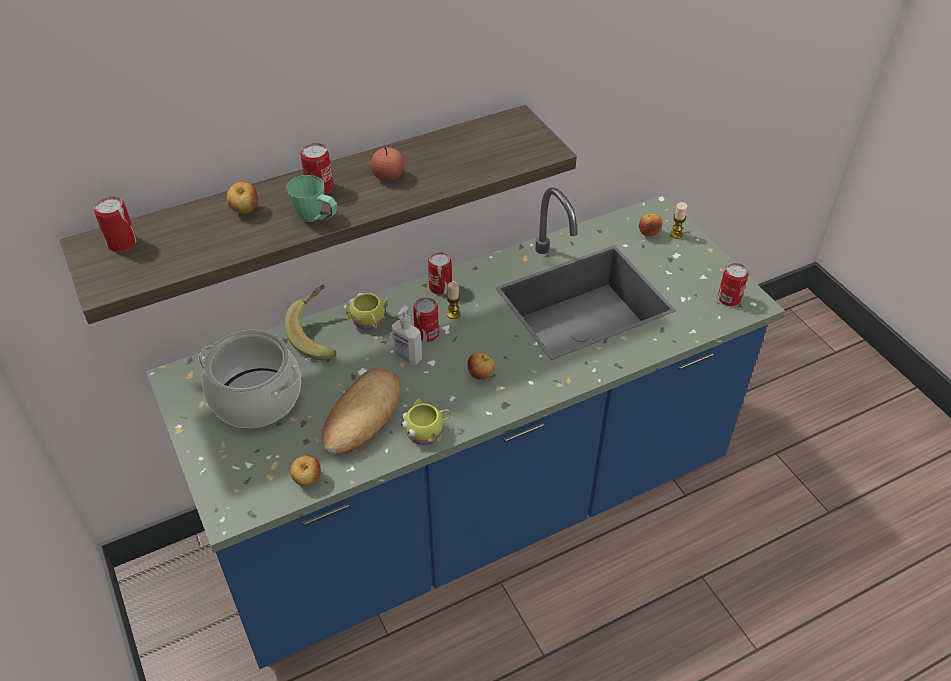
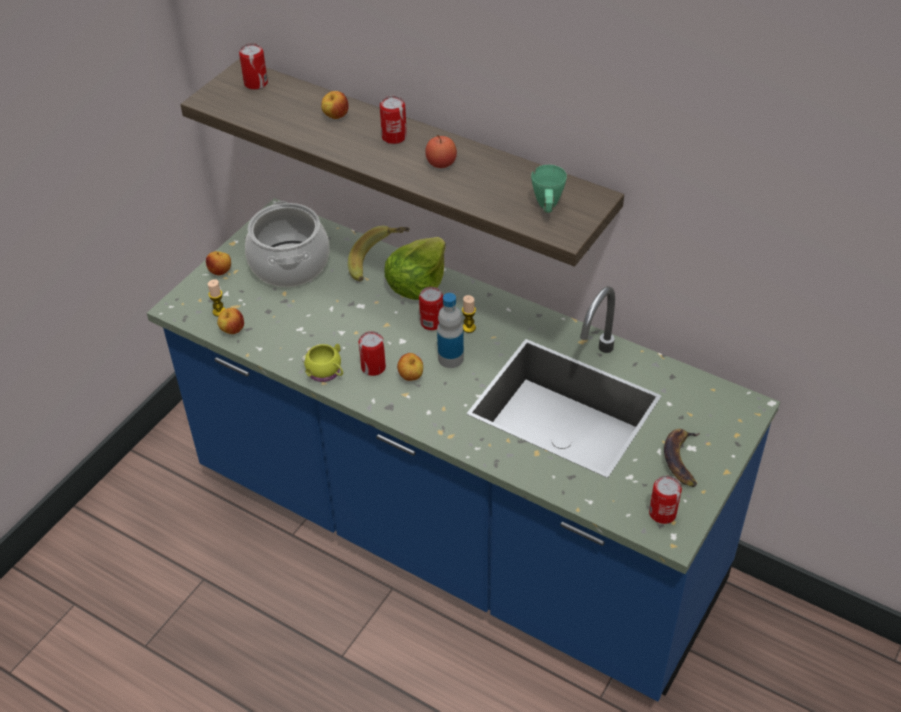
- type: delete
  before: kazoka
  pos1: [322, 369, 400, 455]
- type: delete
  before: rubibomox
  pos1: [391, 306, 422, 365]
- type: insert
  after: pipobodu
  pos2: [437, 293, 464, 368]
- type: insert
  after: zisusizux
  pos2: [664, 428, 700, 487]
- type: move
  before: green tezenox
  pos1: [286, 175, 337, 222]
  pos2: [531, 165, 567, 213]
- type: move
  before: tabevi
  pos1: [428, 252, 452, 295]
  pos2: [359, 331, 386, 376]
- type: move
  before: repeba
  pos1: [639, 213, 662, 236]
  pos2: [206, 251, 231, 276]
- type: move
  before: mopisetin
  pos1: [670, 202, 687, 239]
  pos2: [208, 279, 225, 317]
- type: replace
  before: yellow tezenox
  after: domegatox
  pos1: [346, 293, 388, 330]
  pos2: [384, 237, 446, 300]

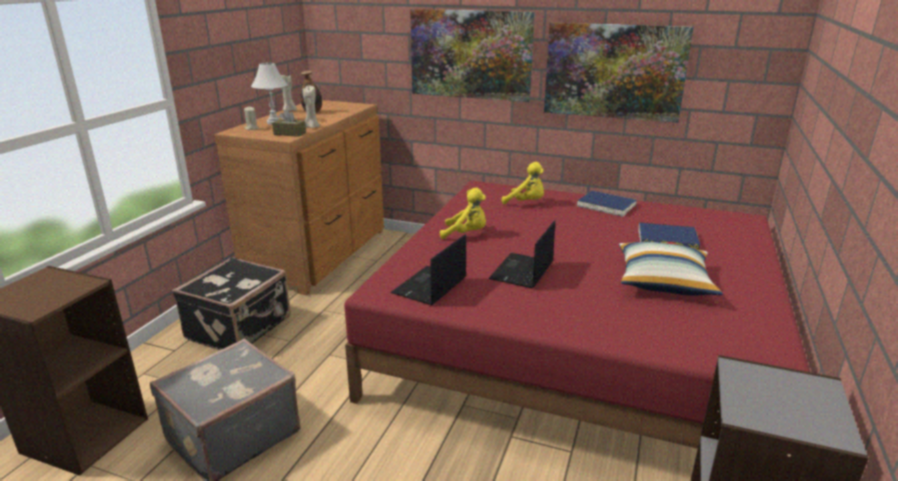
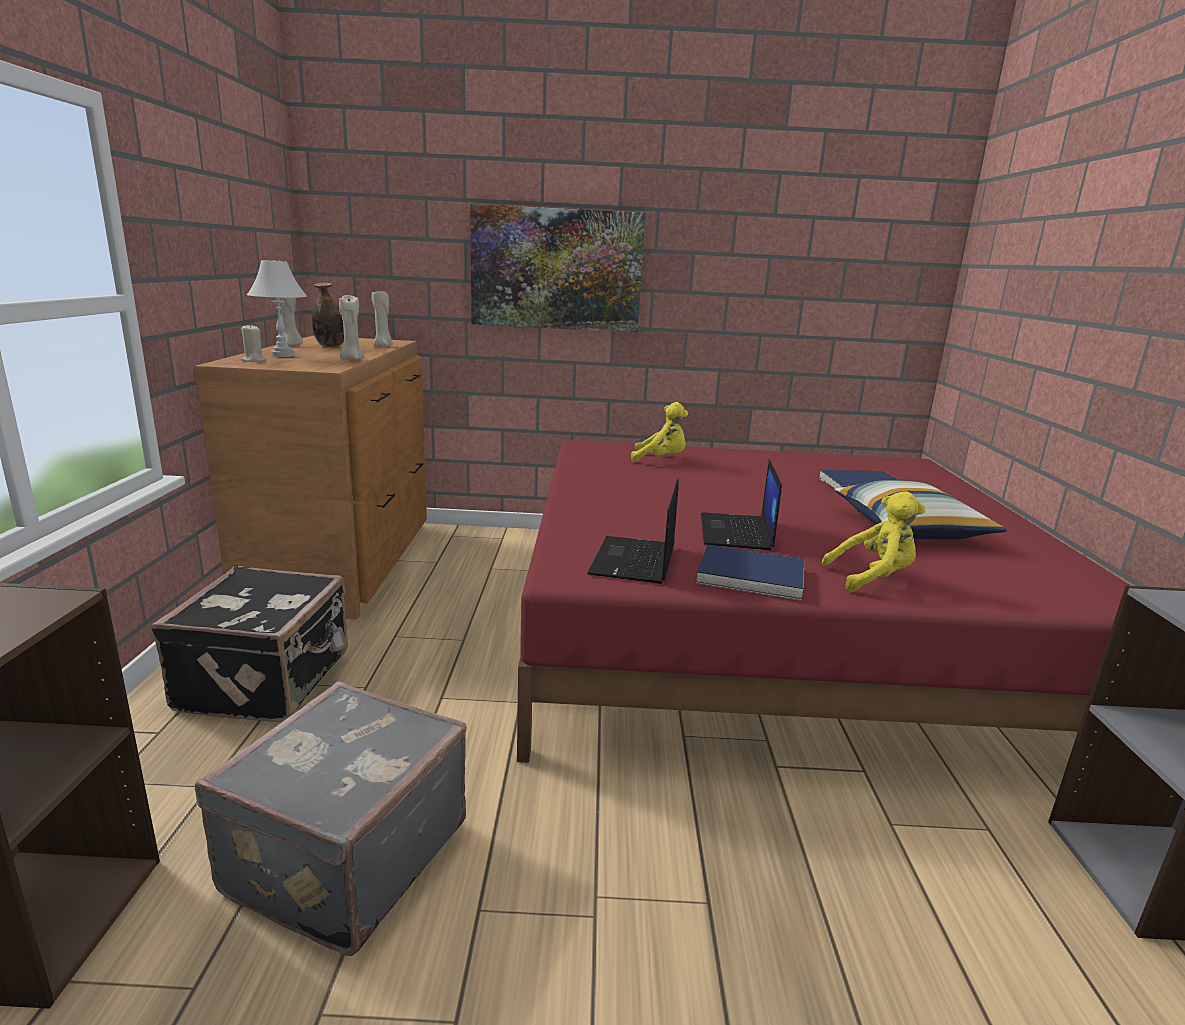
- type: delete
  before: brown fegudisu
  pos1: [272, 110, 306, 137]
- type: delete
  before: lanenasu
  pos1: [544, 22, 694, 123]
- type: insert
  after: beige mopisetin
  pos2: [372, 291, 393, 347]
- type: move
  before: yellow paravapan
  pos1: [440, 188, 486, 239]
  pos2: [822, 491, 926, 592]
- type: move
  before: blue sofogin
  pos1: [577, 191, 637, 217]
  pos2: [696, 545, 804, 601]

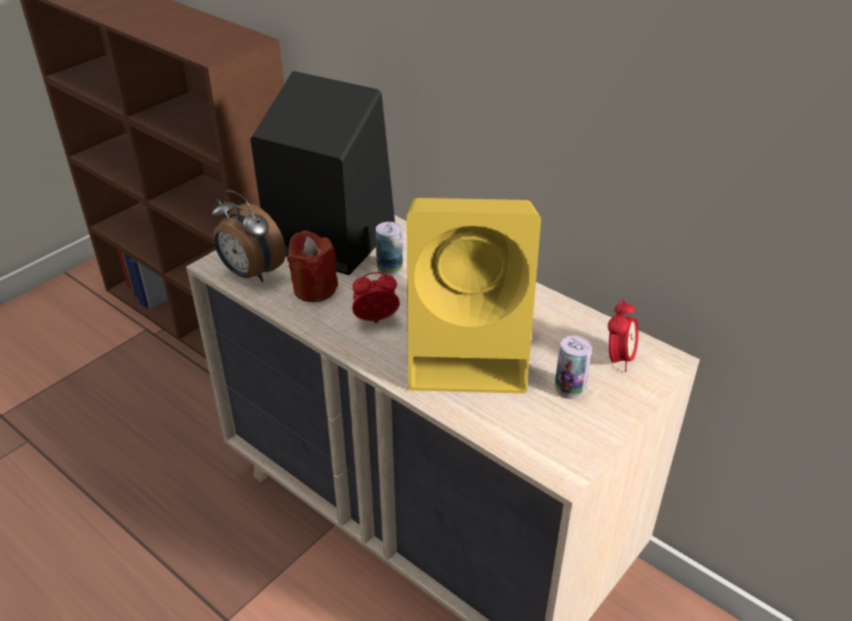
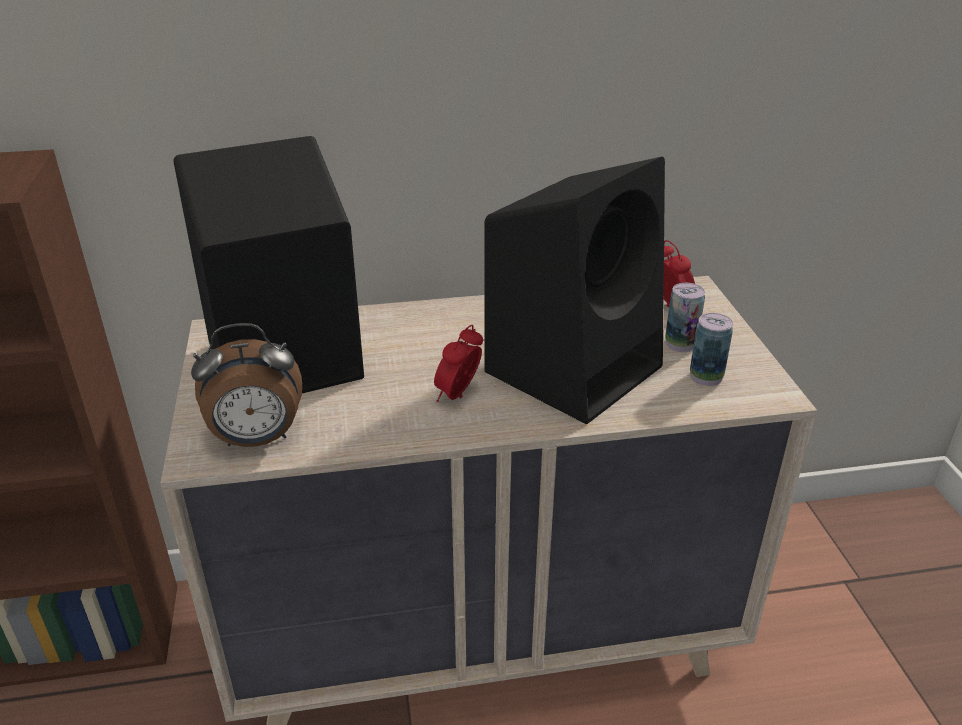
- type: delete
  before: red mopisetin
  pos1: [287, 230, 338, 302]
- type: move
  before: tabevi
  pos1: [375, 222, 403, 277]
  pos2: [690, 313, 733, 386]
- type: recolor
  before: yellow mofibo
  after: black mofibo
  pos1: [407, 198, 541, 393]
  pos2: [484, 157, 665, 424]

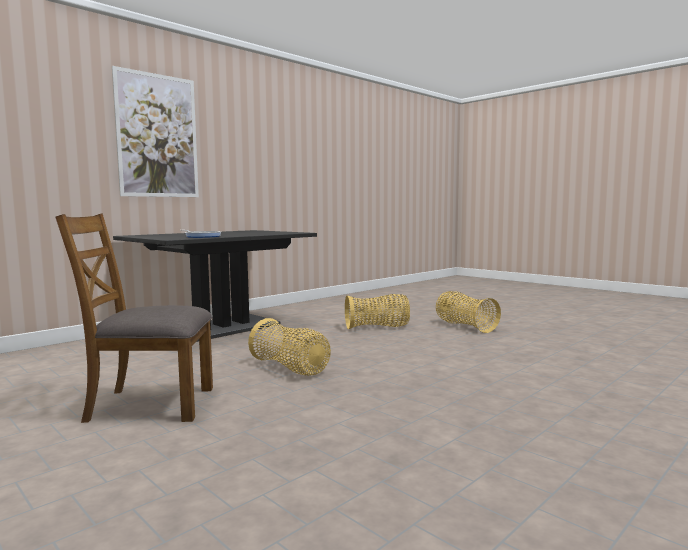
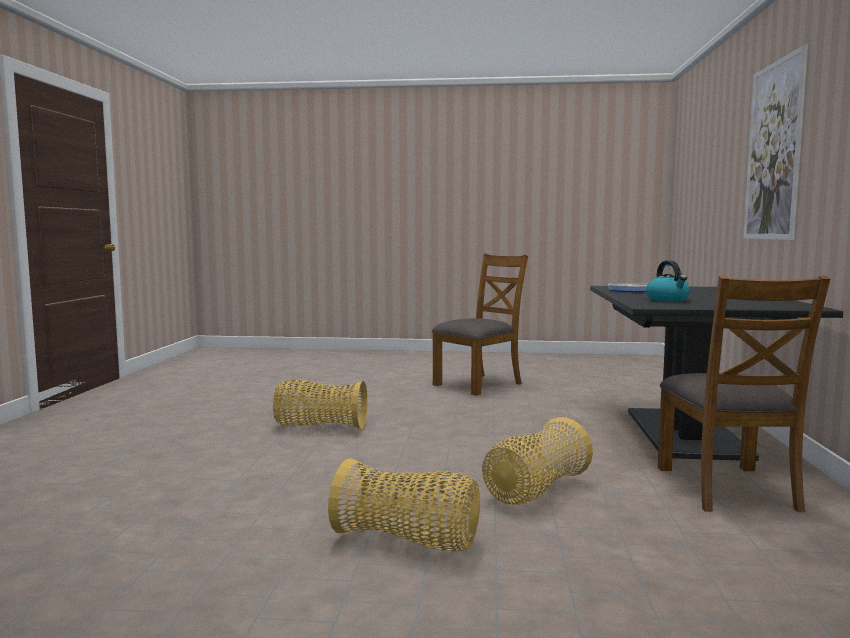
- type: insert
  after: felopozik
  pos2: [646, 260, 690, 301]
- type: insert
  after: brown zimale
  pos2: [658, 276, 830, 512]
- type: move
  before: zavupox
  pos1: [248, 318, 331, 376]
  pos2: [273, 379, 367, 429]

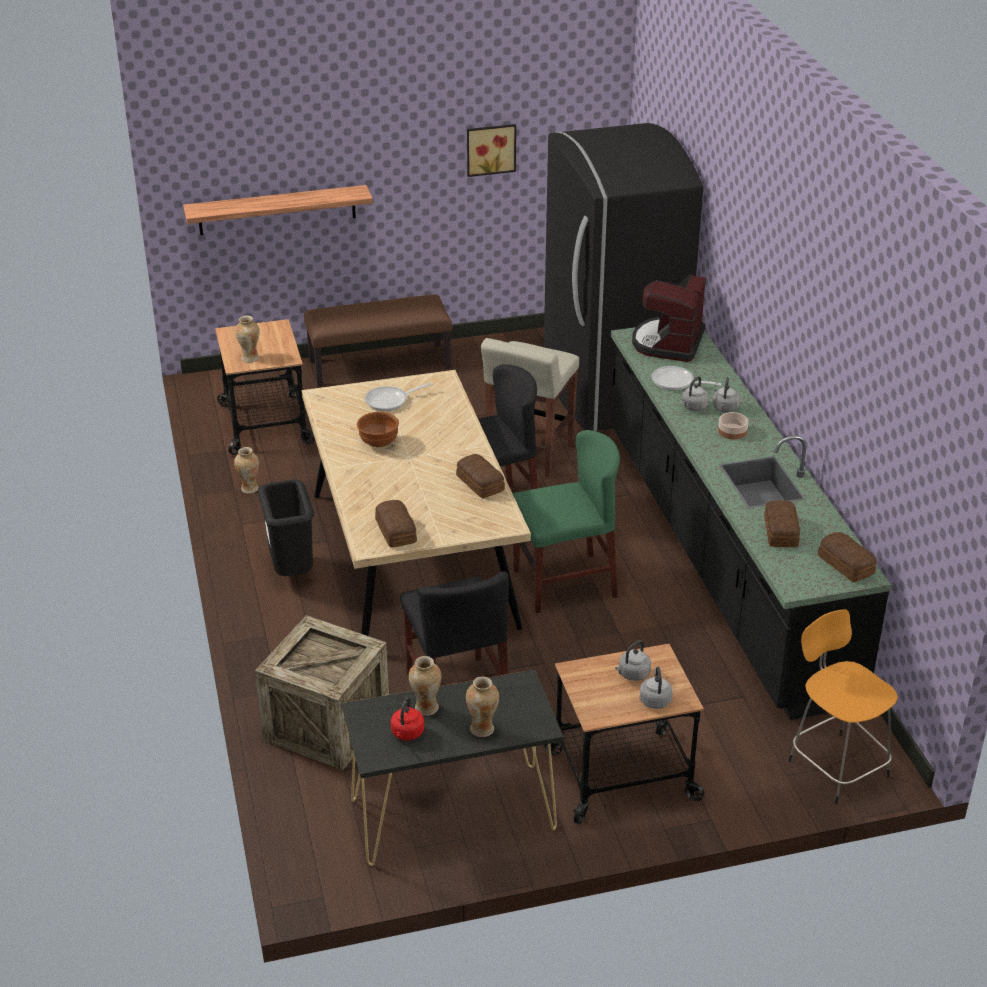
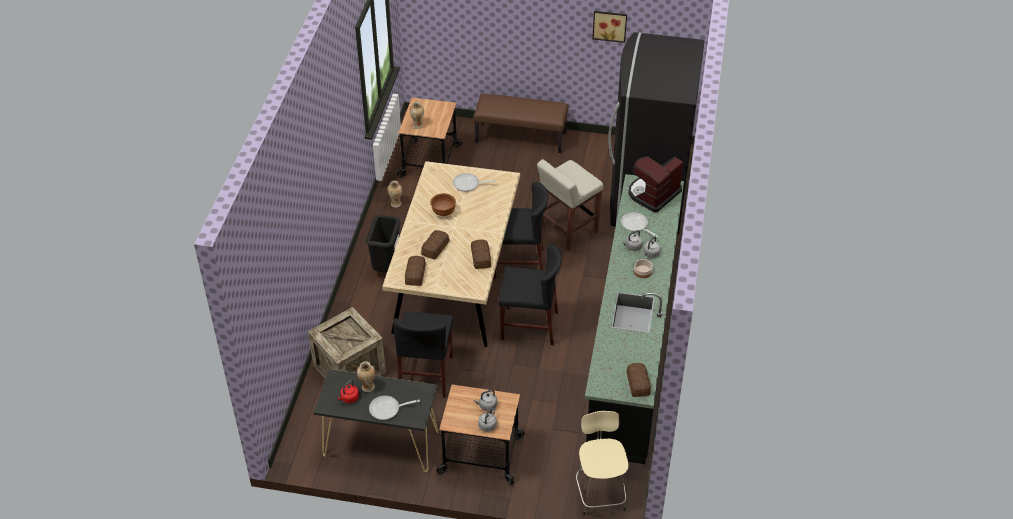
- type: delete
  before: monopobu
  pos1: [183, 185, 373, 235]
- type: move
  before: kazoka
  pos1: [764, 500, 800, 547]
  pos2: [421, 230, 449, 260]
- type: replace
  before: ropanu
  after: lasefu
  pos1: [466, 676, 499, 737]
  pos2: [369, 396, 420, 420]
- type: recolor
  before: green zimale
  after: black zimale
  pos1: [512, 430, 620, 613]
  pos2: [498, 245, 562, 345]
- type: recolor
  before: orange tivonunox
  after: beige tivonunox
  pos1: [788, 610, 898, 804]
  pos2: [576, 411, 629, 516]

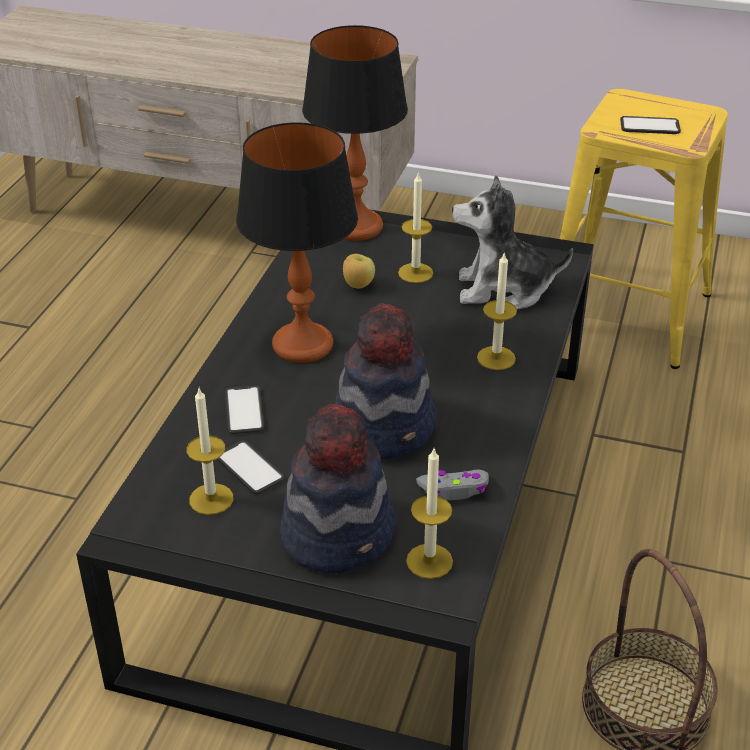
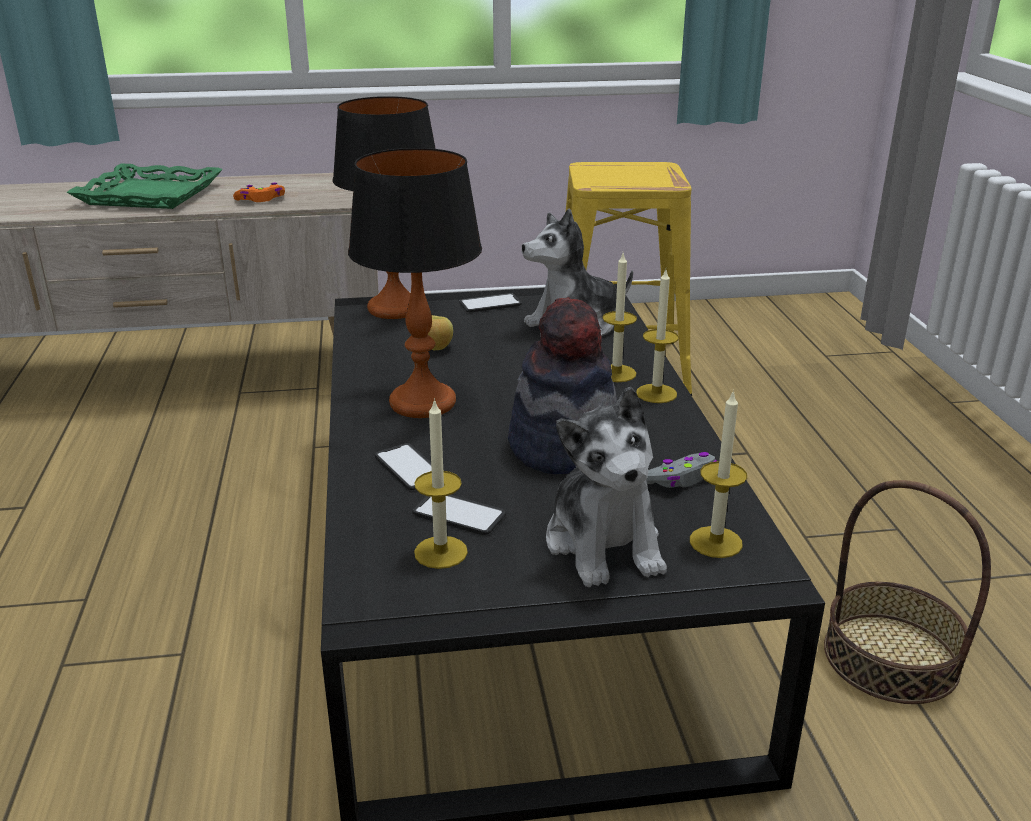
- type: insert
  after: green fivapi
  pos2: [66, 163, 223, 209]
- type: insert
  after: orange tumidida
  pos2: [233, 183, 285, 202]
- type: move
  before: mopisetin
  pos1: [398, 173, 433, 283]
  pos2: [636, 270, 679, 403]
- type: move
  before: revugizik
  pos1: [620, 116, 681, 134]
  pos2: [459, 293, 522, 312]
- type: replace
  before: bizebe
  after: paravapan
  pos1: [280, 404, 396, 573]
  pos2: [546, 387, 667, 587]

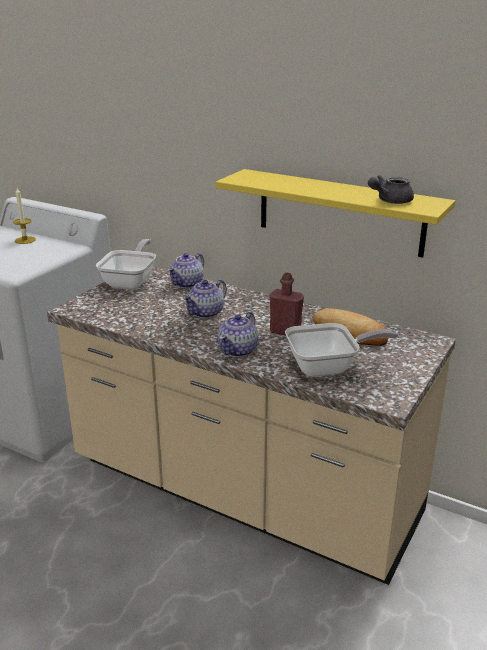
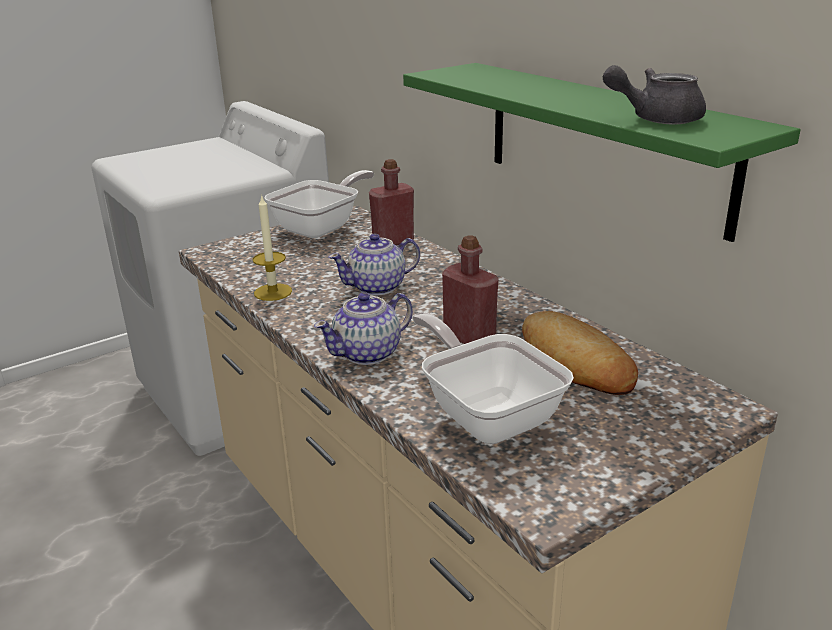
- type: move
  before: mopisetin
  pos1: [13, 188, 36, 244]
  pos2: [253, 194, 292, 301]
- type: replace
  before: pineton
  after: red pipobodu
  pos1: [168, 253, 204, 289]
  pos2: [369, 159, 414, 245]
- type: recolor
  before: yellow monopobu
  after: green monopobu
  pos1: [215, 169, 455, 258]
  pos2: [403, 63, 800, 242]
- type: rotate
  before: lasefu
  pos1: [285, 323, 398, 377]
  pos2: [412, 312, 574, 444]
  turn: -135

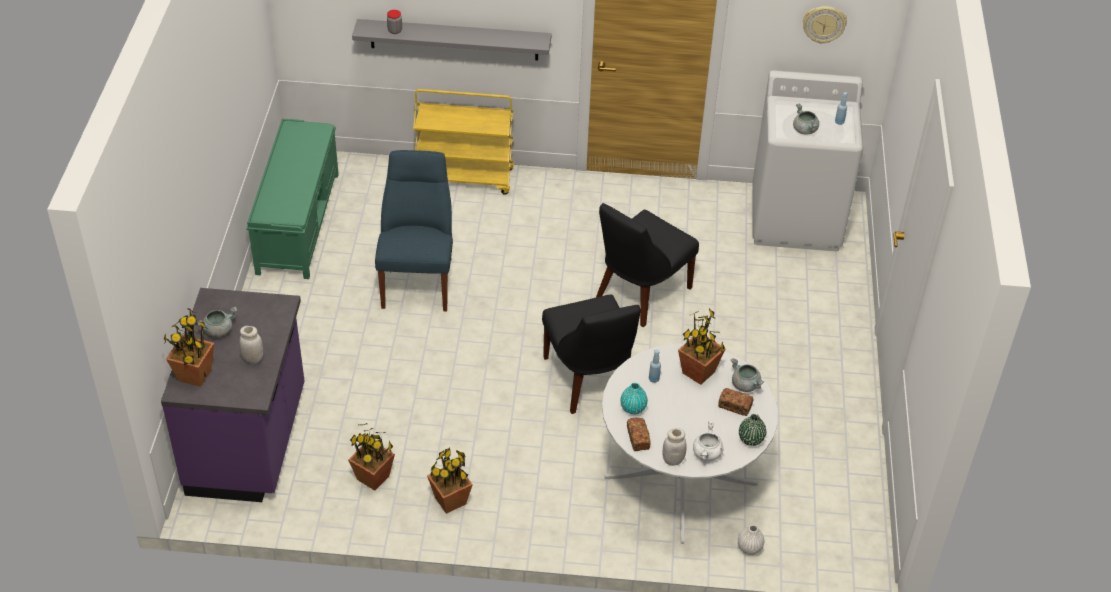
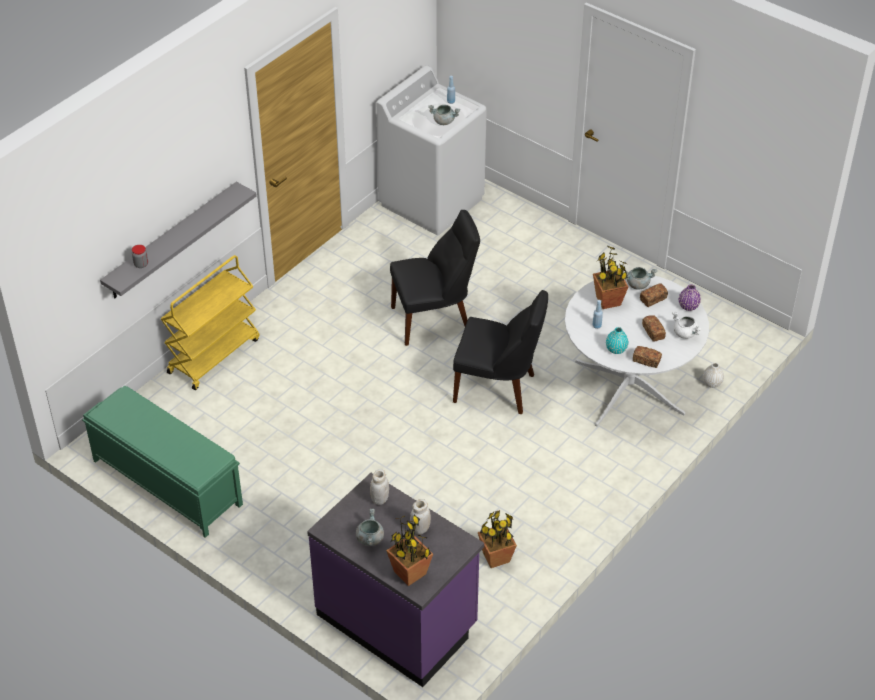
- type: delete
  before: blue zimale
  pos1: [375, 150, 453, 311]
- type: delete
  before: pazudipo
  pos1: [427, 448, 473, 514]
- type: delete
  before: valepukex
  pos1: [803, 6, 847, 44]
- type: insert
  after: kazoka
  pos2: [642, 315, 666, 342]
- type: move
  before: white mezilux
  pos1: [663, 428, 686, 466]
  pos2: [370, 469, 389, 505]
- type: recolor
  before: green ropanu
  after: purple ropanu
  pos1: [739, 414, 766, 446]
  pos2: [679, 284, 701, 311]
- type: rotate
  before: black zimale
  pos1: [596, 203, 699, 327]
  pos2: [390, 210, 480, 346]
  turn: -90

